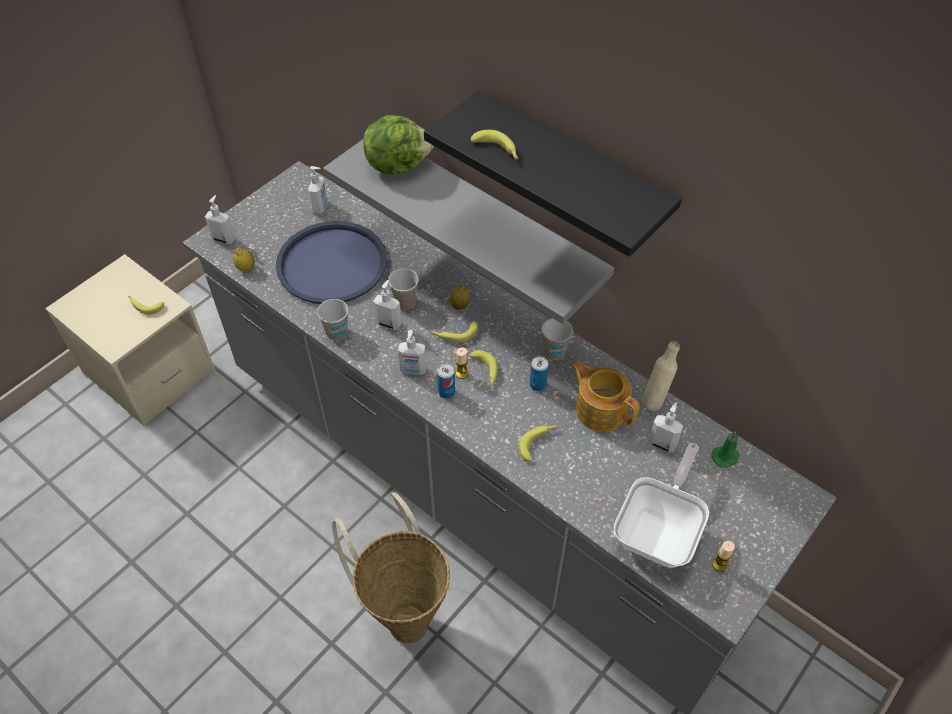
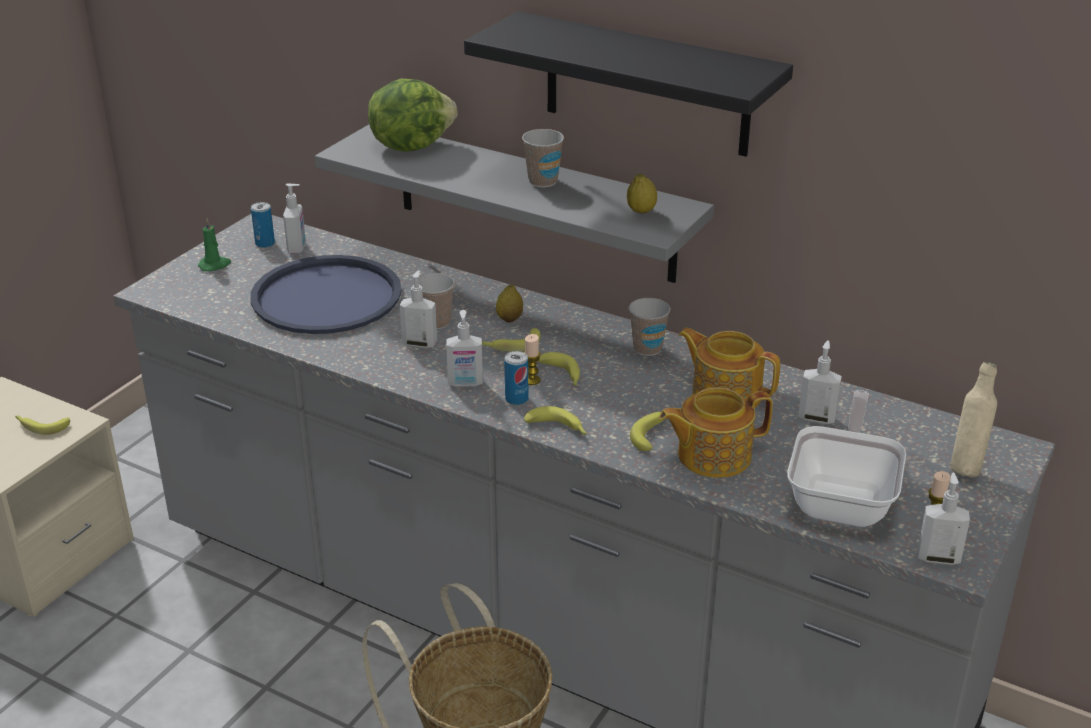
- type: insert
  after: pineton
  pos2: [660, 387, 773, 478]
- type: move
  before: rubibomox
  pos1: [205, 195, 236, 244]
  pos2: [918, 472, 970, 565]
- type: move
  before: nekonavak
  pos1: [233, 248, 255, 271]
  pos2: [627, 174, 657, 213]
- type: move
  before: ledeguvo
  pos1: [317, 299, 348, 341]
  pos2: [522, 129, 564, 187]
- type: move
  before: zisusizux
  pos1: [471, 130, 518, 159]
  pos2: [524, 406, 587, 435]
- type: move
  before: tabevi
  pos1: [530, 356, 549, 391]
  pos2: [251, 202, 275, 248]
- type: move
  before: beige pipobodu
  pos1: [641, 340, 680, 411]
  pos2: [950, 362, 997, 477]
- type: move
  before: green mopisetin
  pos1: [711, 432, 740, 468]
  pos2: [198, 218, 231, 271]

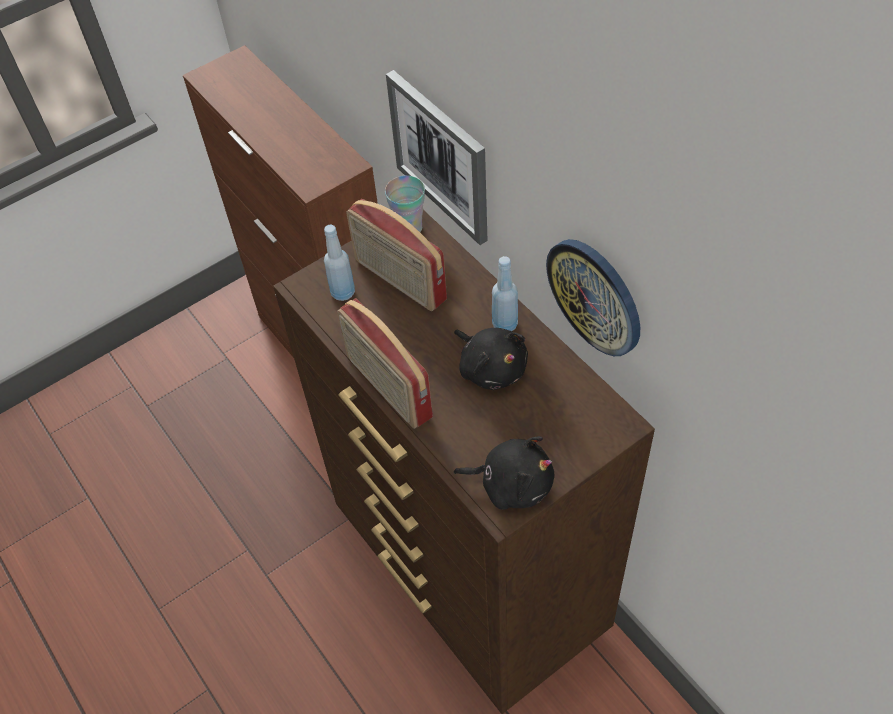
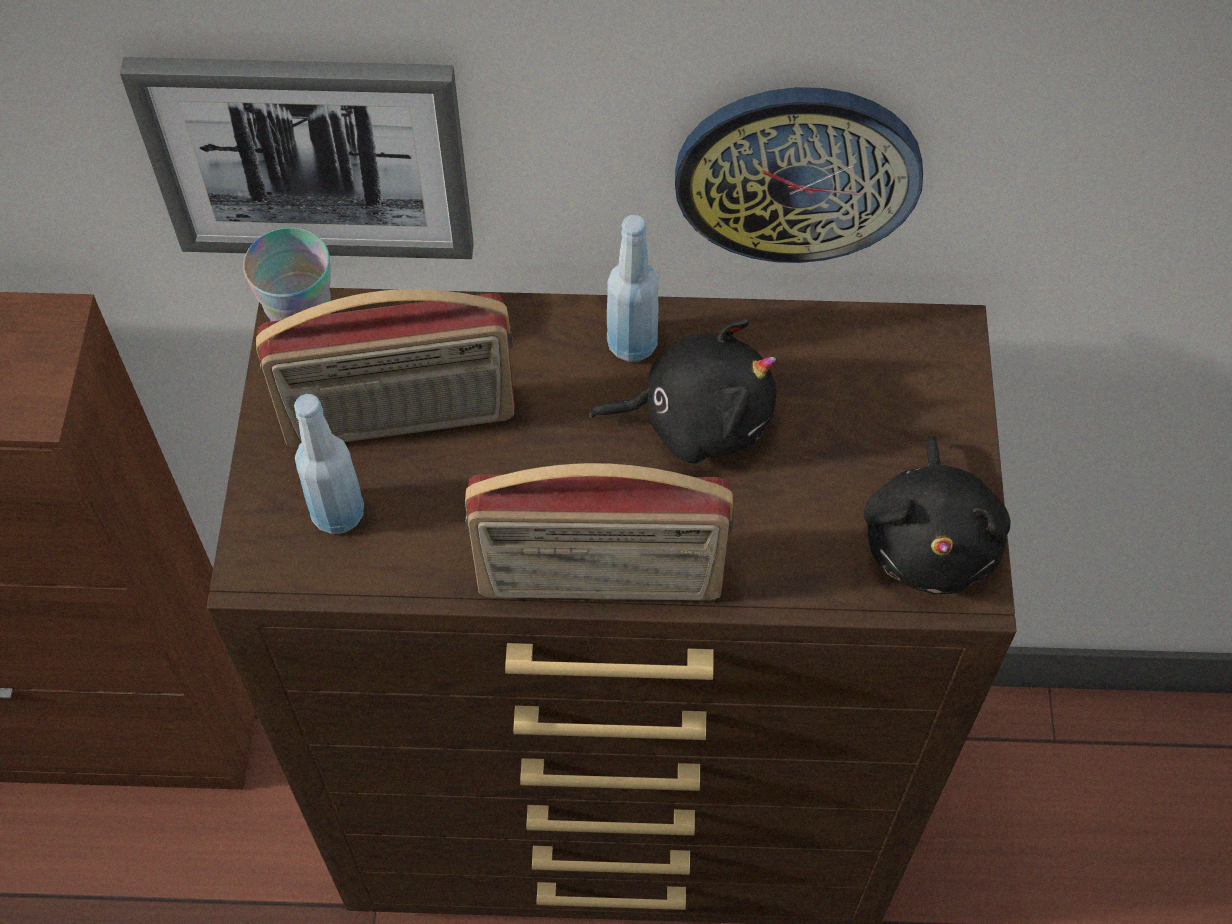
- type: rotate
  before: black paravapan
  pos1: [453, 436, 555, 510]
  pos2: [863, 436, 1011, 595]
  turn: 135

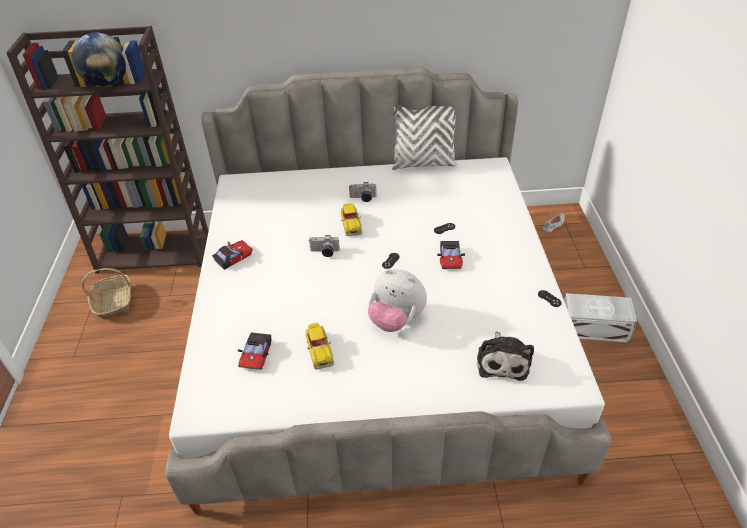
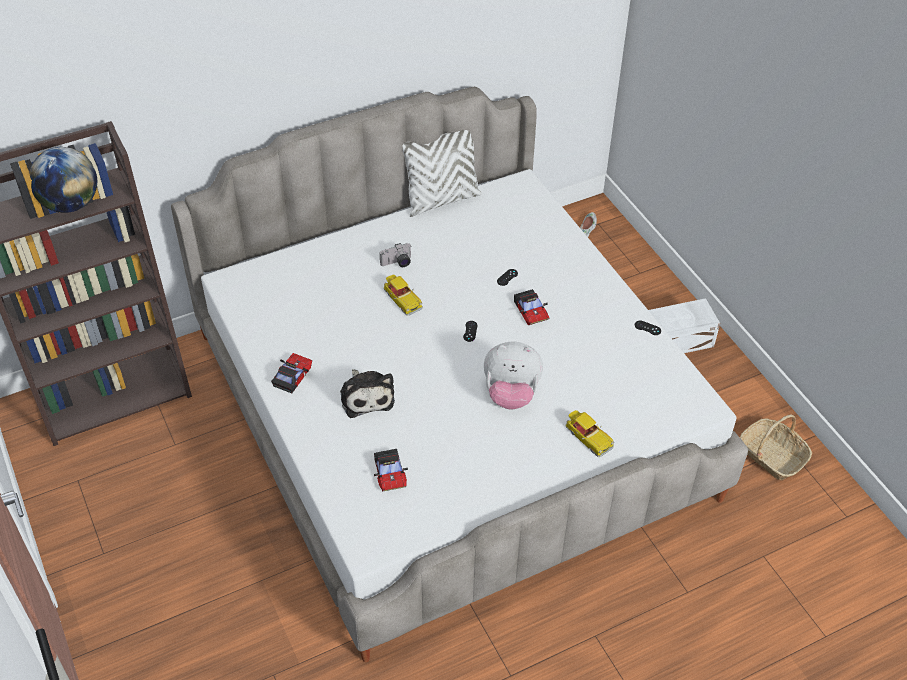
- type: delete
  before: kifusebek
  pos1: [309, 235, 340, 257]
- type: move
  before: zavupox
  pos1: [81, 268, 131, 319]
  pos2: [740, 414, 812, 480]
- type: move
  before: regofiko
  pos1: [306, 323, 334, 369]
  pos2: [566, 410, 614, 457]
- type: move
  before: paravapan
  pos1: [477, 331, 534, 381]
  pos2: [340, 369, 395, 418]

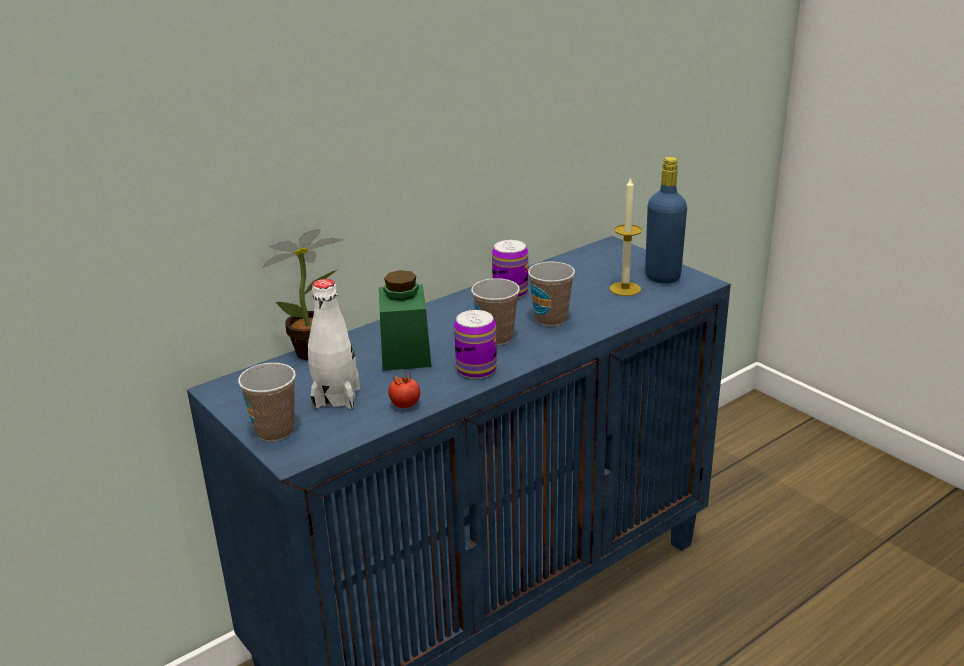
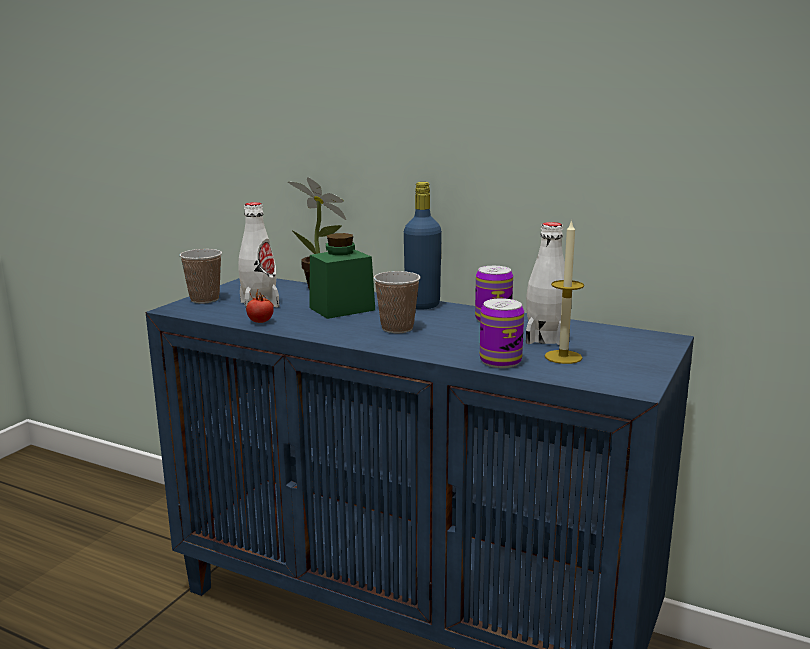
- type: delete
  before: ledeguvo
  pos1: [528, 262, 575, 326]
- type: insert
  after: white pipobodu
  pos2: [526, 222, 565, 345]
- type: move
  before: tabevi
  pos1: [454, 310, 497, 379]
  pos2: [480, 298, 524, 368]
- type: move
  before: blue pipobodu
  pos1: [645, 157, 687, 284]
  pos2: [404, 182, 442, 310]

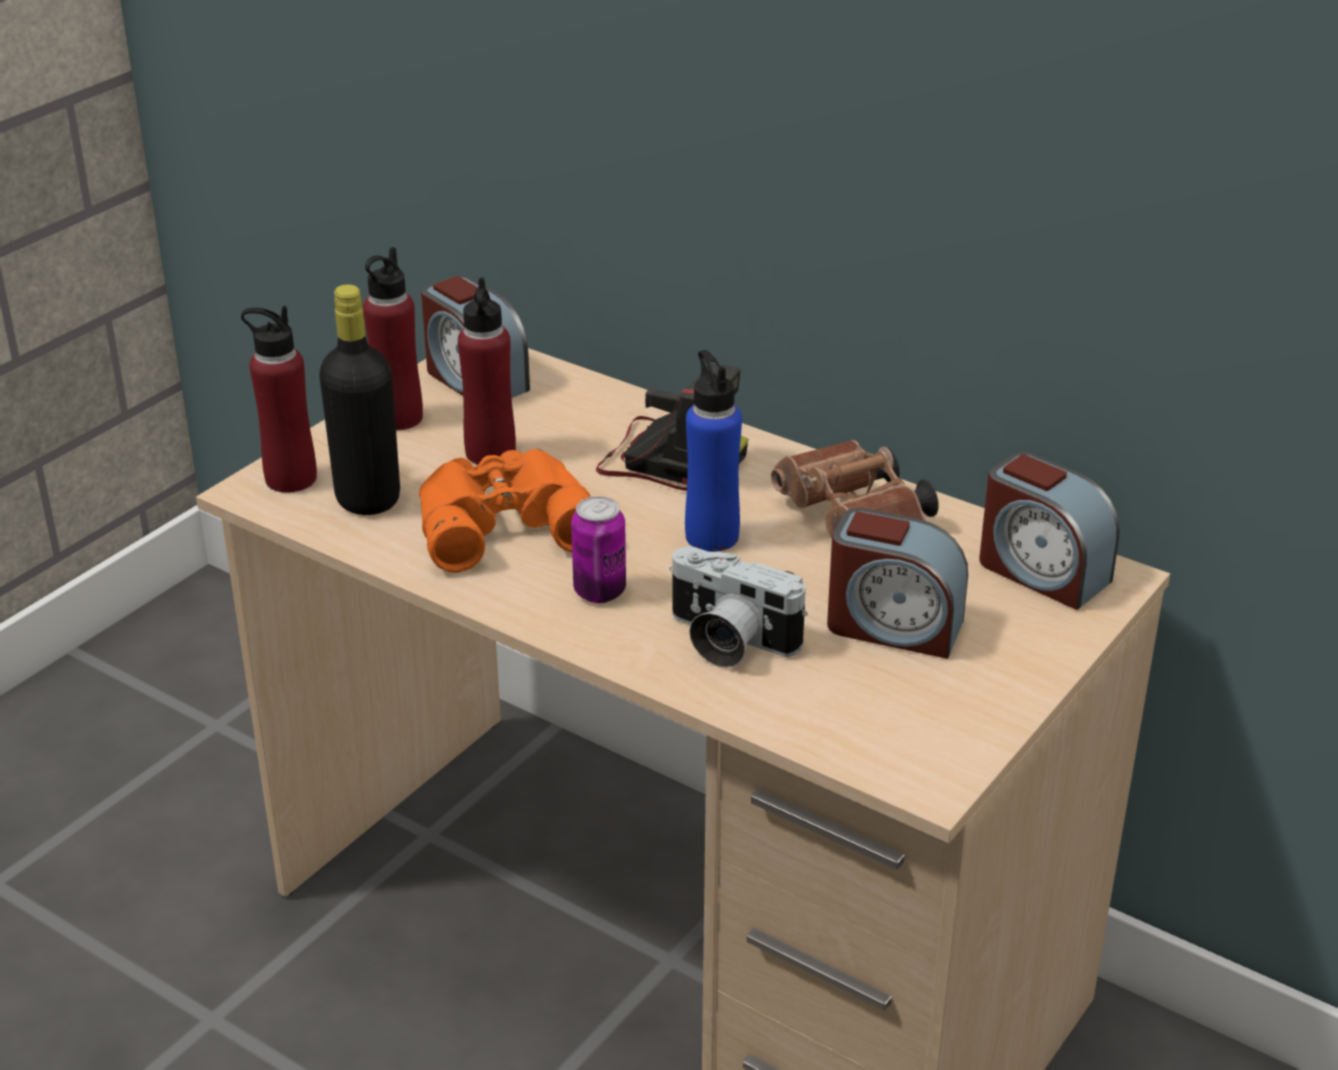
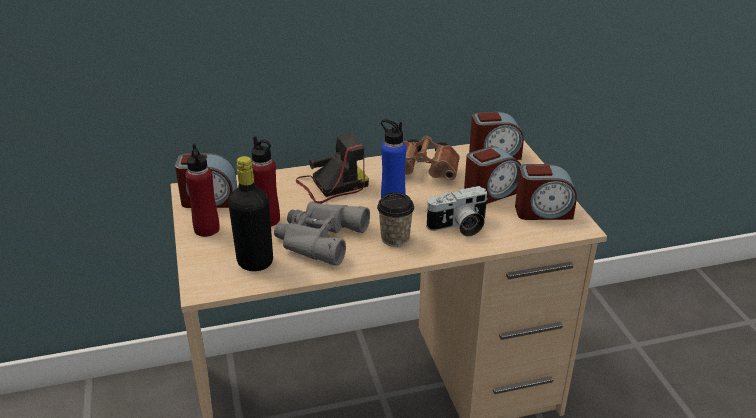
- type: delete
  before: red pipobodu
  pos1: [241, 306, 317, 493]
- type: insert
  after: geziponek
  pos2: [515, 164, 577, 220]
- type: replace
  before: tabevi
  after: ledeguvo
  pos1: [571, 496, 626, 603]
  pos2: [377, 192, 414, 247]
- type: recolor
  before: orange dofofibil
  after: grey dofofibil
  pos1: [419, 449, 591, 573]
  pos2: [274, 201, 370, 265]

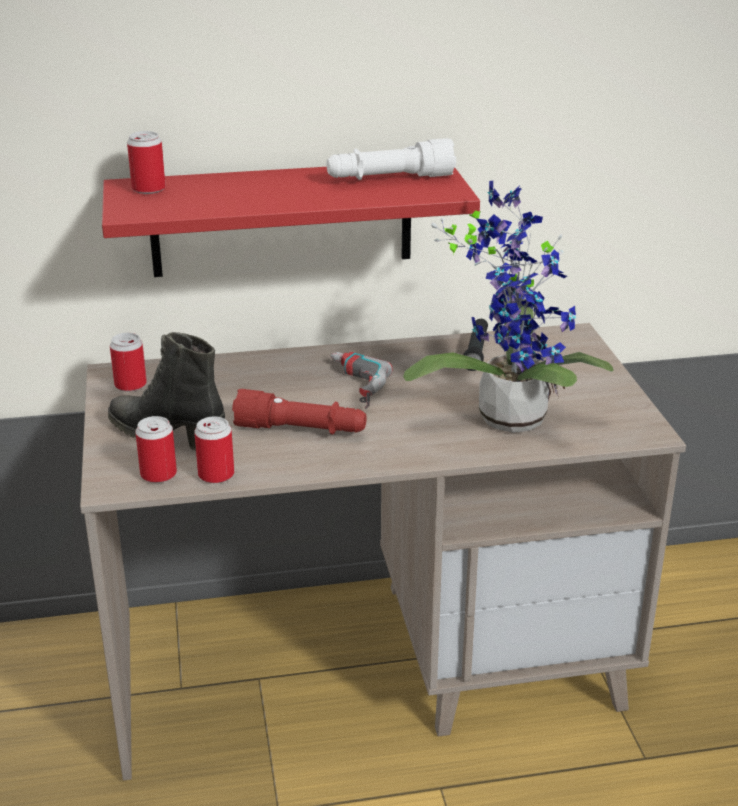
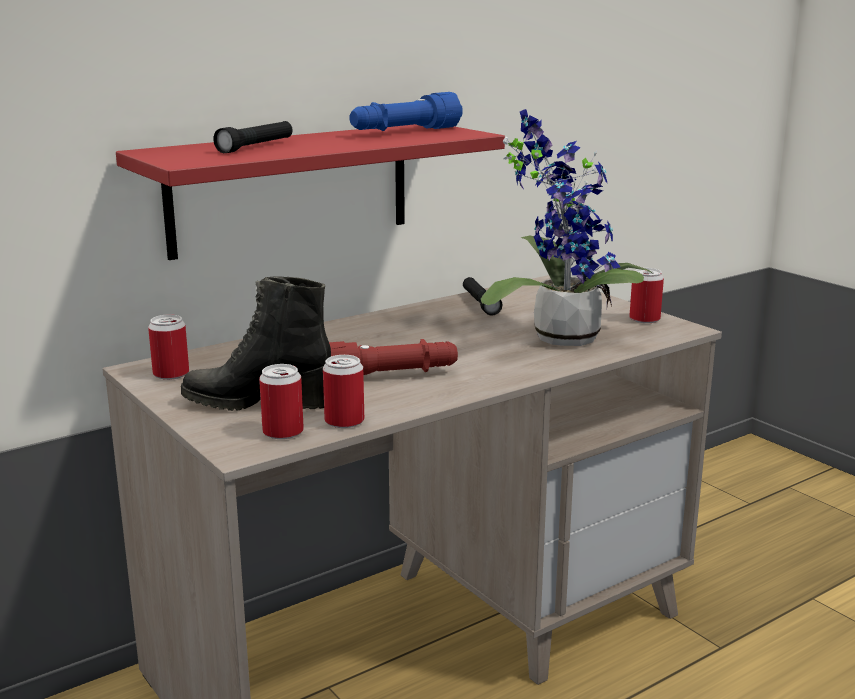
- type: delete
  before: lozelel
  pos1: [330, 352, 393, 409]
- type: insert
  after: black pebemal
  pos2: [213, 121, 292, 153]
- type: move
  before: tabevi
  pos1: [127, 131, 166, 194]
  pos2: [630, 268, 664, 323]
- type: recolor
  before: white pebemal
  after: blue pebemal
  pos1: [327, 138, 456, 180]
  pos2: [349, 92, 463, 131]

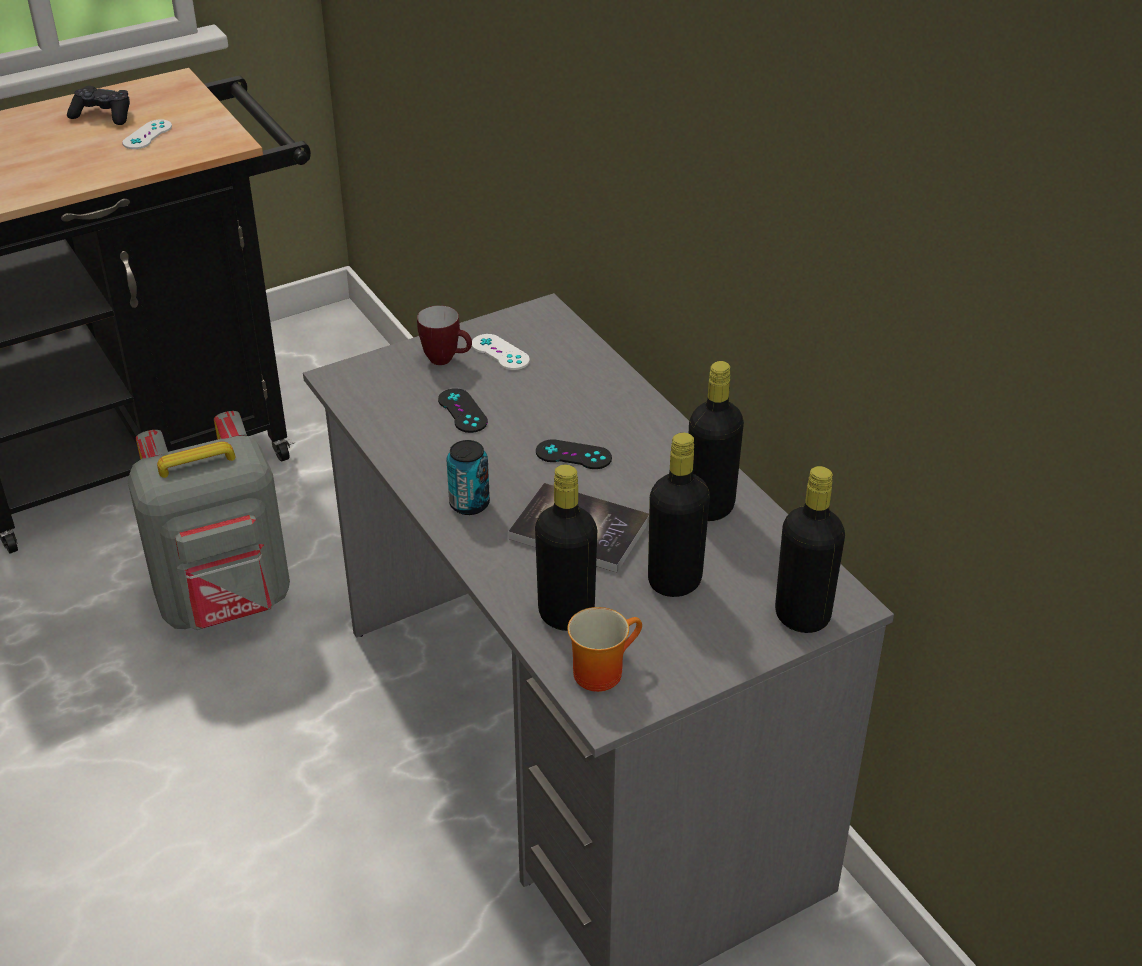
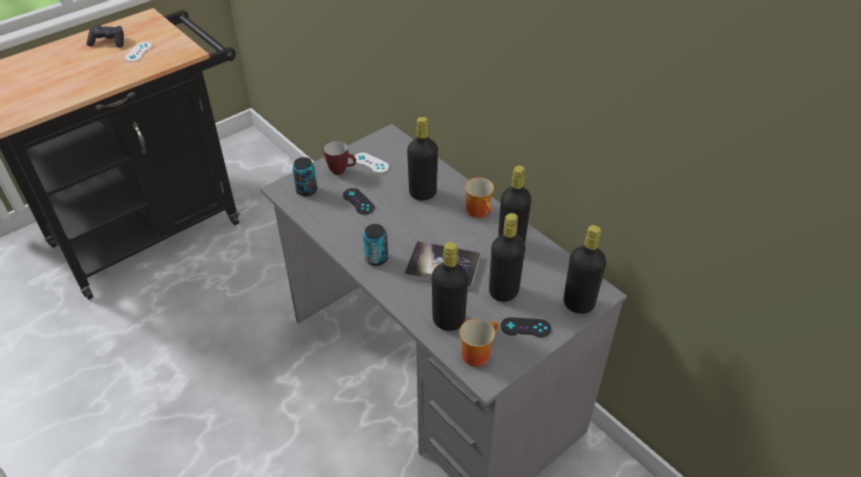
- type: delete
  before: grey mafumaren
  pos1: [127, 411, 290, 630]
- type: insert
  after: tabevi
  pos2: [292, 157, 317, 197]
- type: insert
  after: black pipobodu
  pos2: [407, 117, 438, 201]
- type: insert
  after: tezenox
  pos2: [465, 178, 494, 218]
- type: move
  before: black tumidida
  pos1: [536, 439, 612, 469]
  pos2: [501, 317, 551, 337]

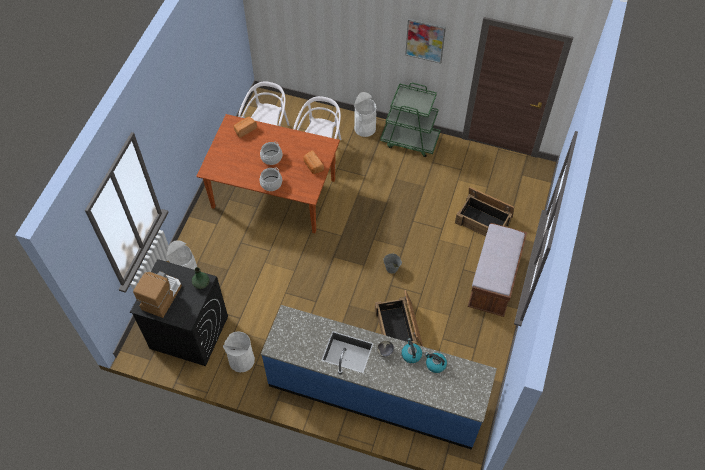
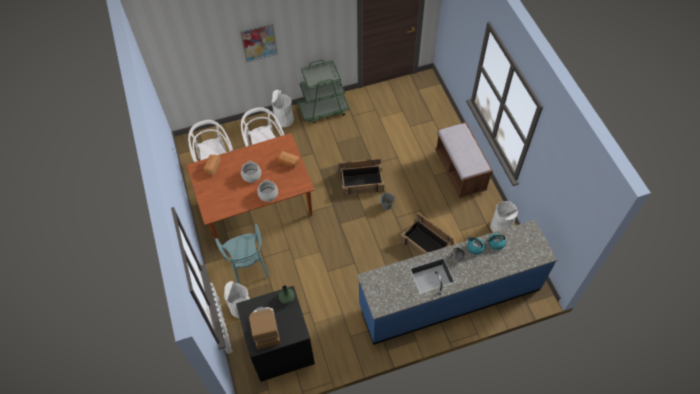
- type: insert
  after: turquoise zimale
  pos2: [215, 224, 269, 284]
- type: move
  before: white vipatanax
  pos1: [223, 331, 255, 373]
  pos2: [490, 201, 519, 232]
- type: move
  before: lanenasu
  pos1: [405, 19, 446, 64]
  pos2: [240, 23, 278, 62]
- type: move
  before: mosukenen
  pos1: [455, 187, 514, 237]
  pos2: [339, 158, 384, 196]

